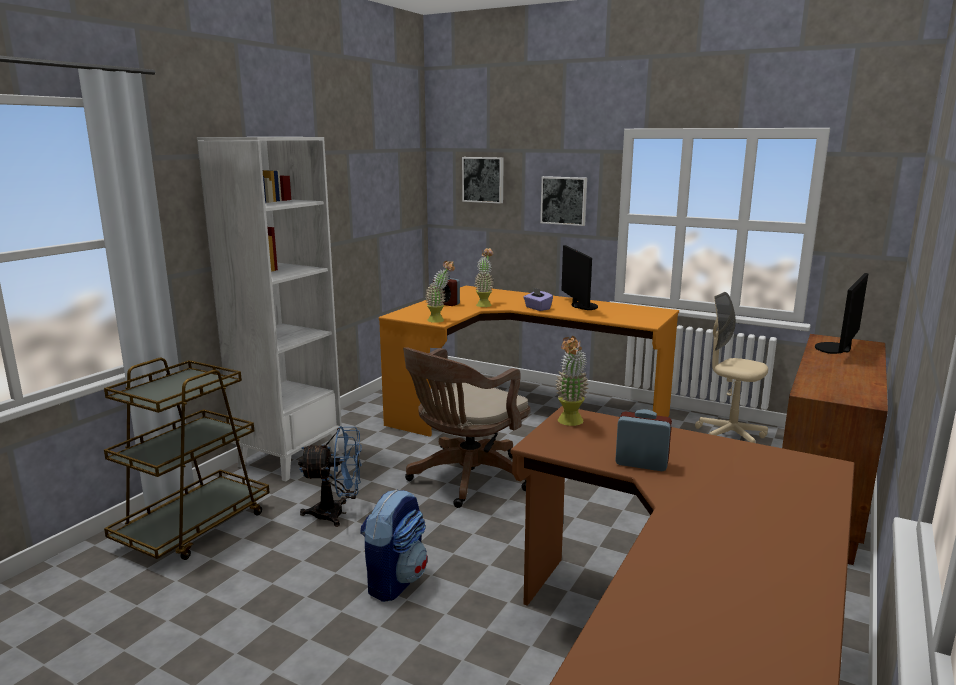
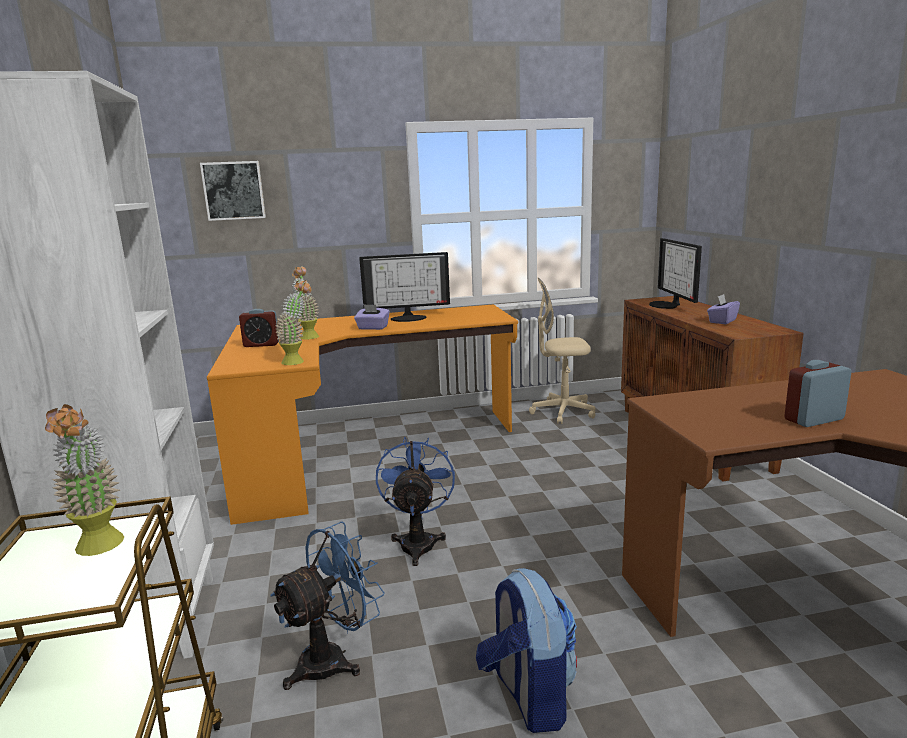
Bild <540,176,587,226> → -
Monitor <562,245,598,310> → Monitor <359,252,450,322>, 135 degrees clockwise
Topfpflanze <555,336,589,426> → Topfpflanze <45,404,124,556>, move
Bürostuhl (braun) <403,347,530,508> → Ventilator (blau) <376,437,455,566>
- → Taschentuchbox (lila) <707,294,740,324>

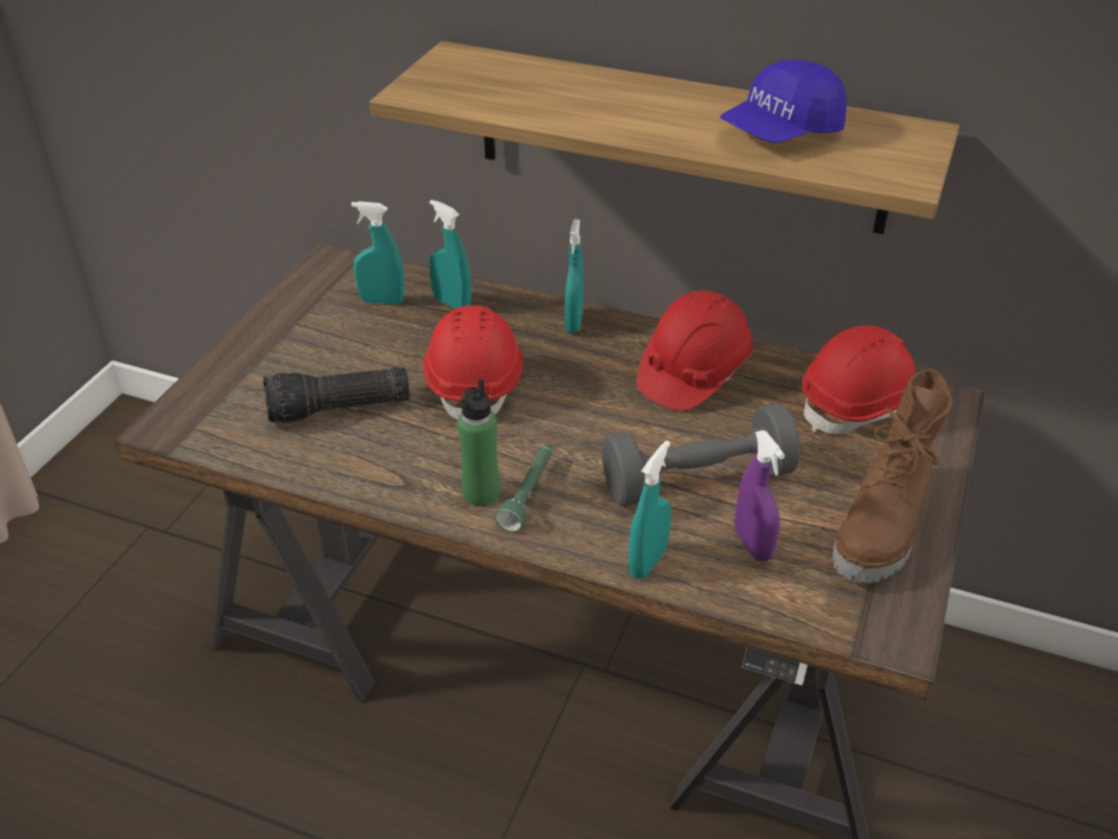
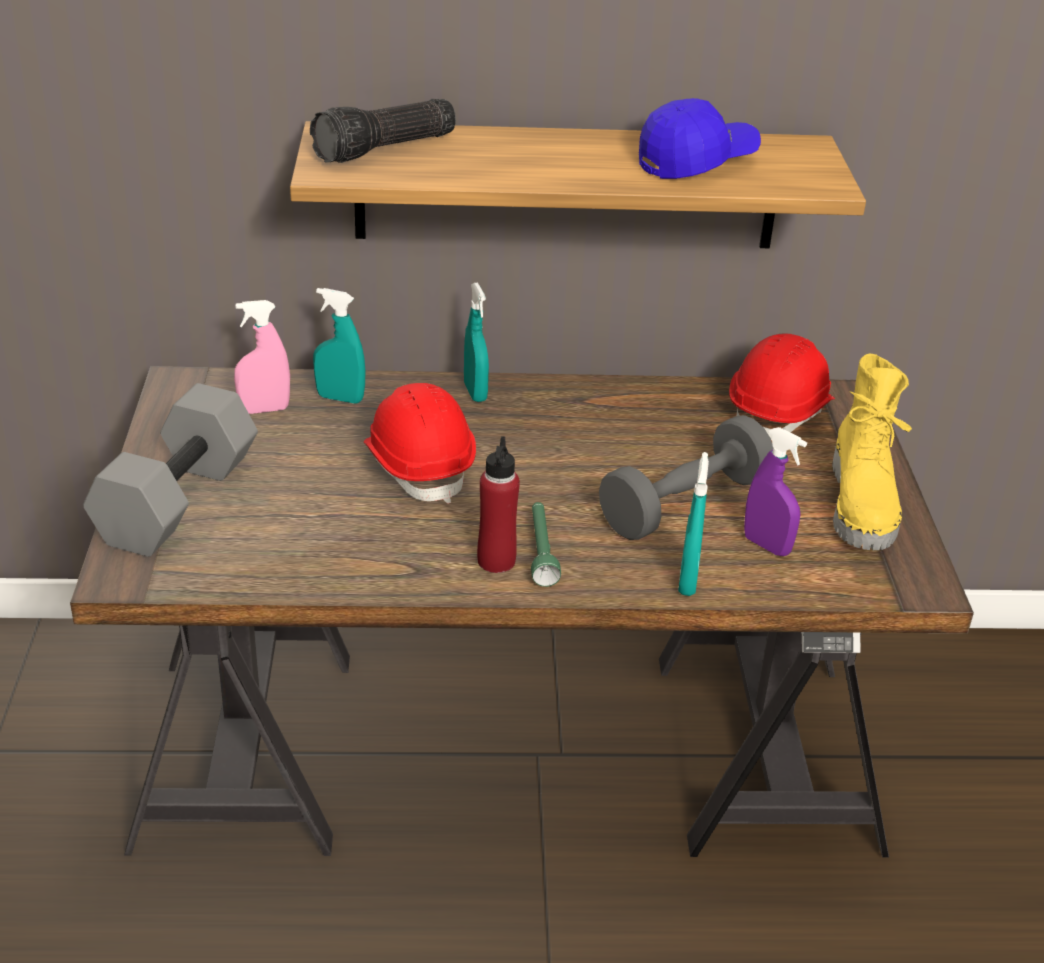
Kappe (blau) <720,60,846,143> → Kappe (blau) <639,98,761,179>, 150 degrees counterclockwise
Sprühflasche (türkis) <351,201,405,305> → Sprühflasche (rosa) <234,300,290,414>
Schutzhelm (rot) <637,290,753,411> → -
Taschenlampe <263,367,410,423> → Taschenlampe <310,99,456,163>, move
Stiefel (braun) <832,369,953,583> → Stiefel (gelb) <832,354,912,550>
Flasche (grün) <457,379,500,506> → Flasche (rot) <477,436,520,573>
- → Hantel (grau) <83,383,258,557>

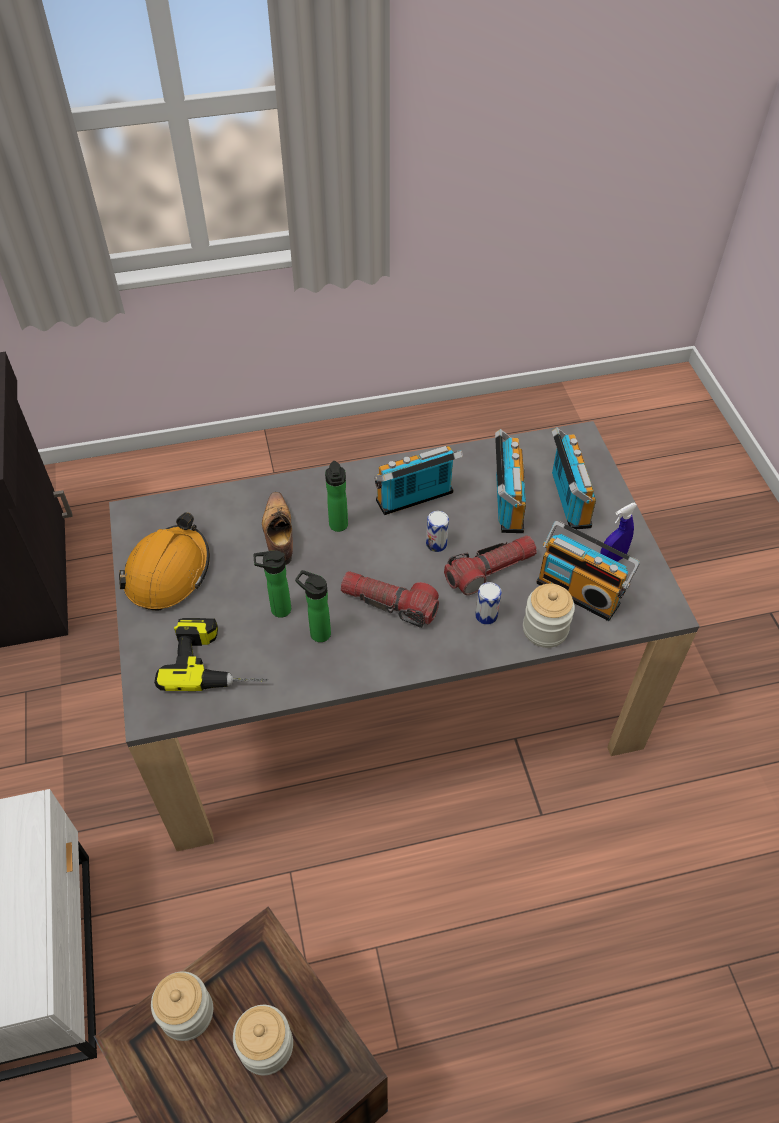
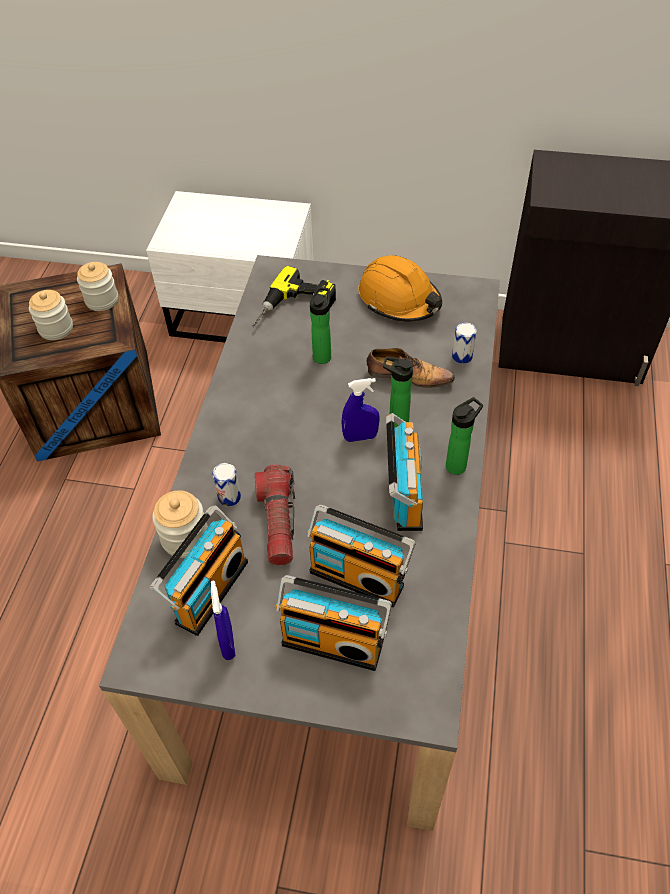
Dose <426,511,449,552> → Dose <452,323,477,364>, move
Radio <536,521,640,621> → Radio <150,506,248,636>, 150 degrees clockwise
Flasche <295,570,331,642> → Flasche <446,397,483,475>, move
Taschenlampe <341,571,439,628> → -
- → Sprühflasche (blau) <341,378,380,442>

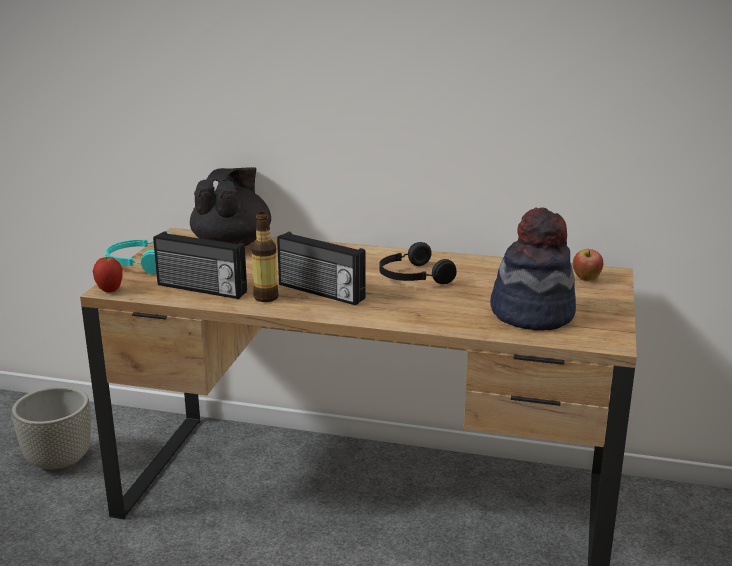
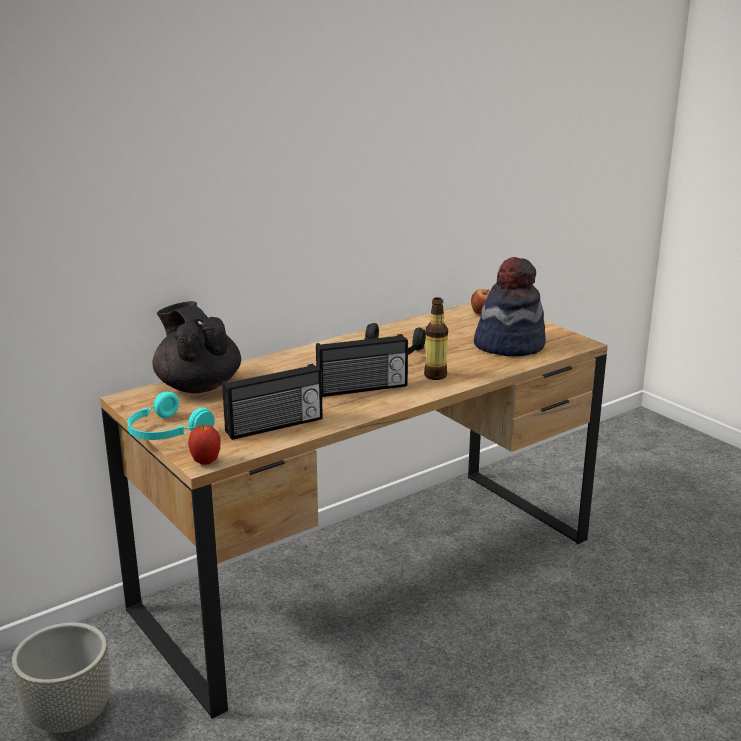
Flasche <251,212,278,302> → Flasche <424,297,448,380>, move

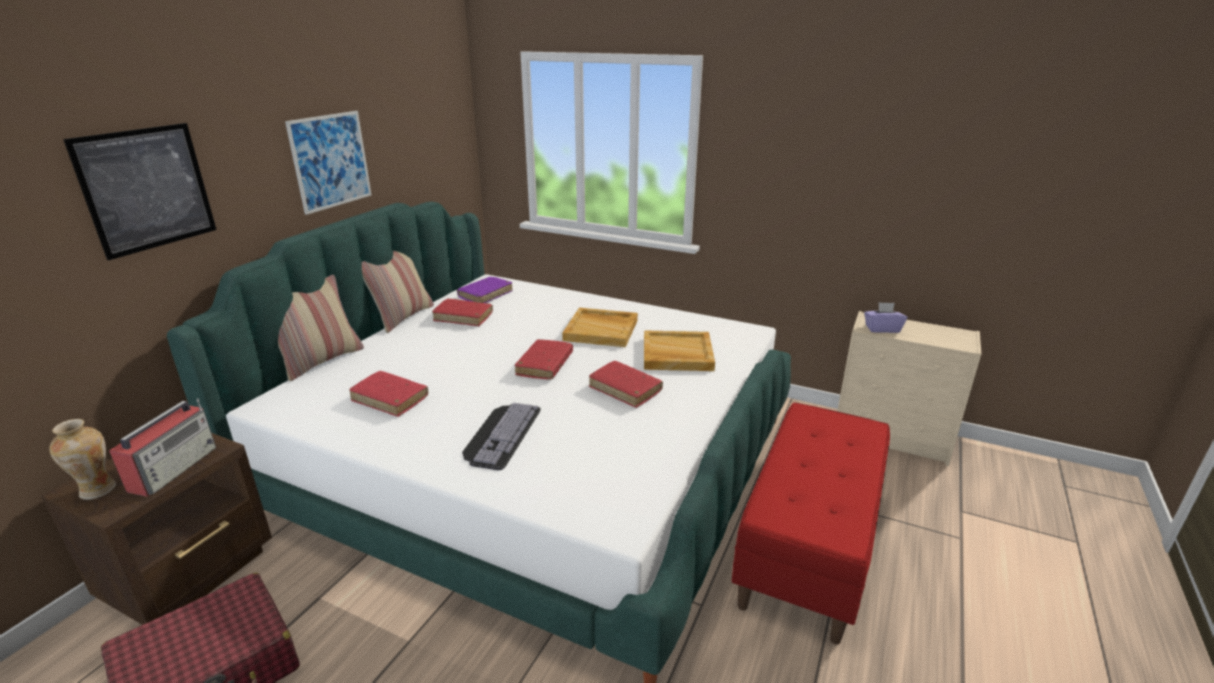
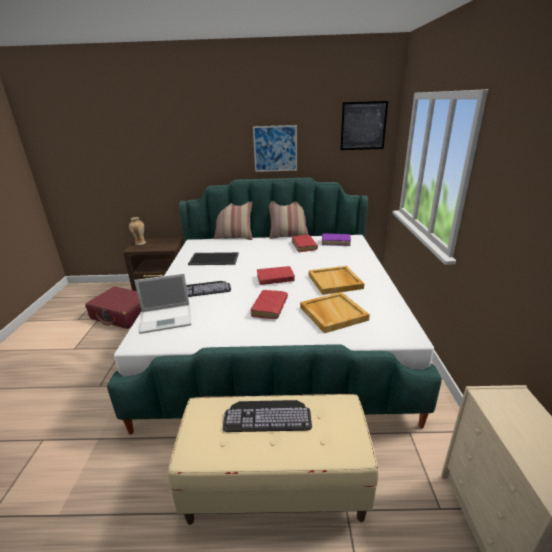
Bild <63,123,216,260> → Bild <340,101,388,150>, move
Taschentuchbox (lila) <864,302,907,333> → -
Buch (rot) <349,371,428,417> → Tablett <188,252,239,265>
Radio <109,398,216,497> → -
Bank (rot) <732,402,890,644> → Bank (beige) <168,394,379,525>
- → Laptop <134,273,191,334>
- → Tastatur <222,400,312,432>

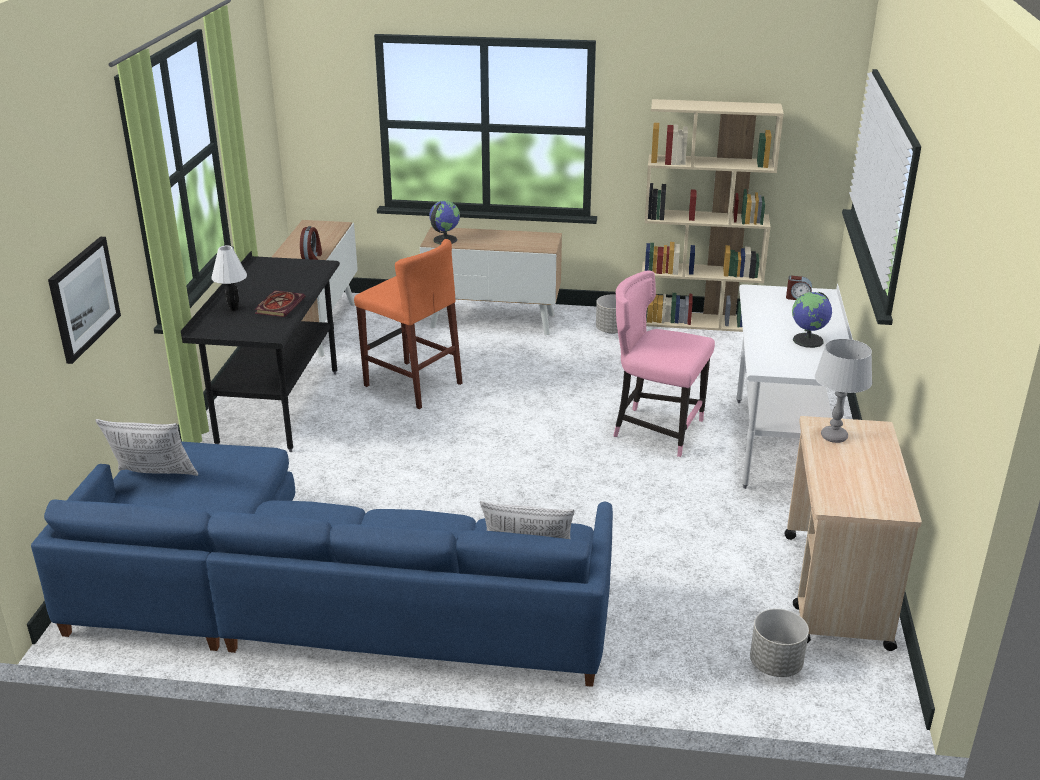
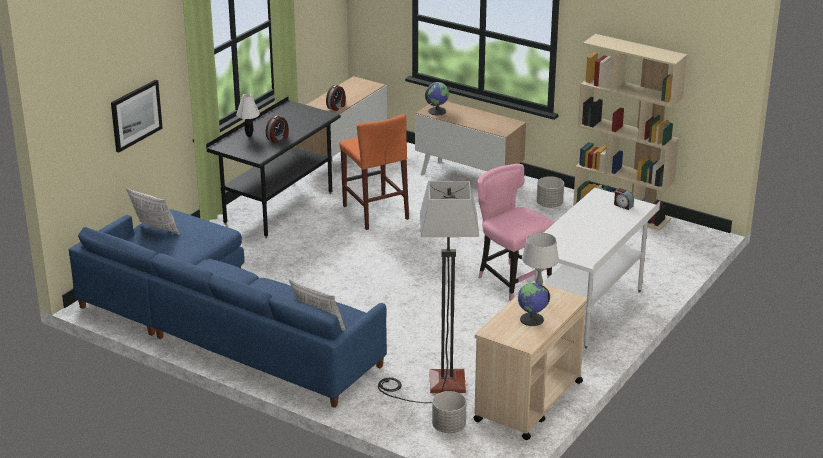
Buch <254,290,305,317> → Wecker <266,115,289,143>
Globus <792,292,833,348> → Globus <518,283,550,326>, move
- → Stehlampe <378,181,479,403>

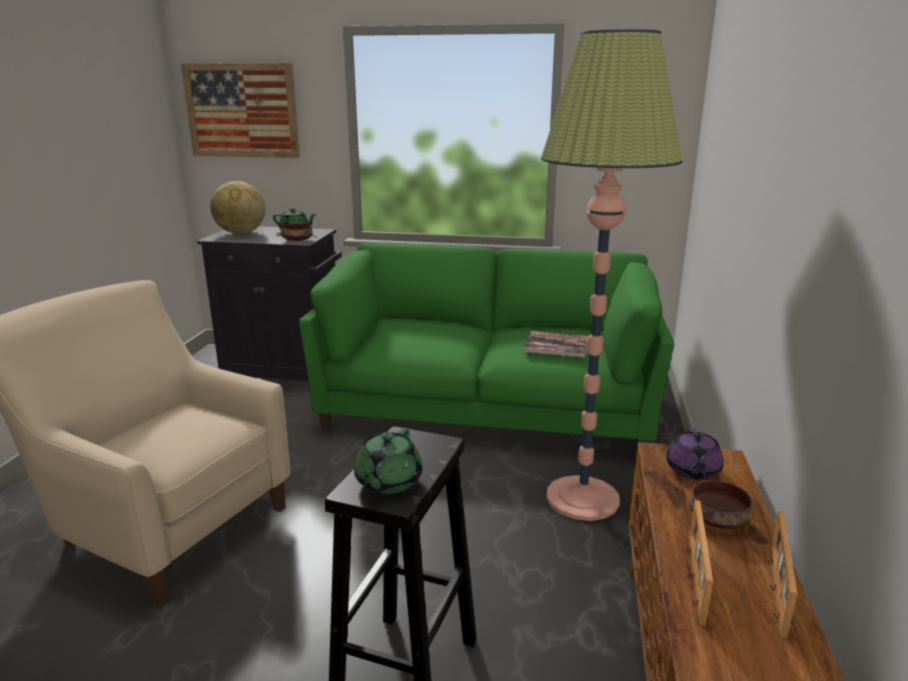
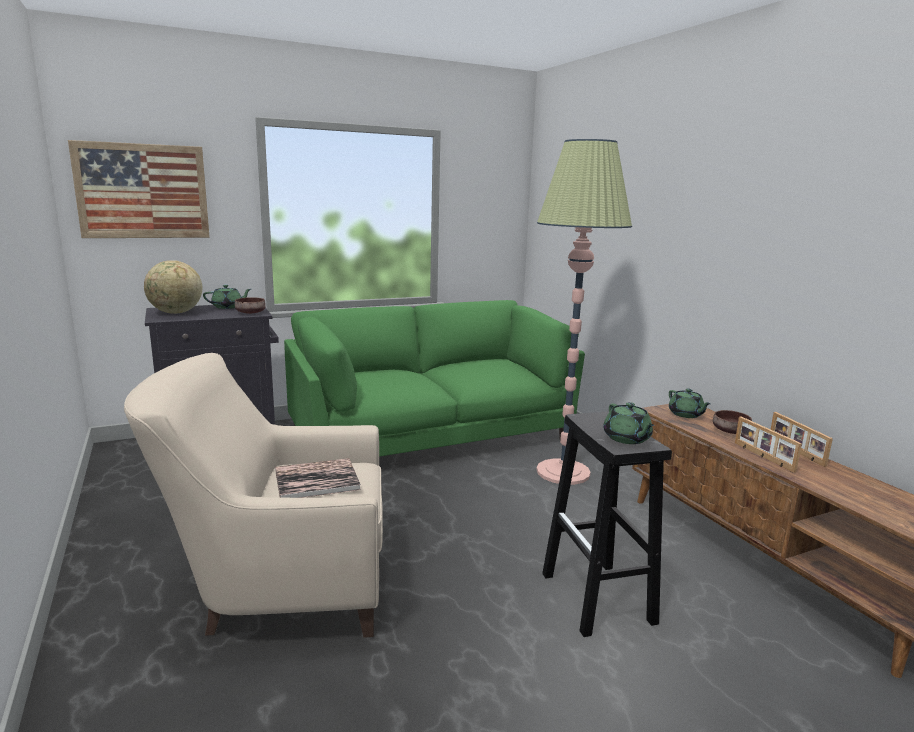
Buch <523,331,588,358> → Buch <275,458,361,498>, move
Teekanne (lila) <666,427,724,480> → Teekanne (grün) <669,389,711,418>

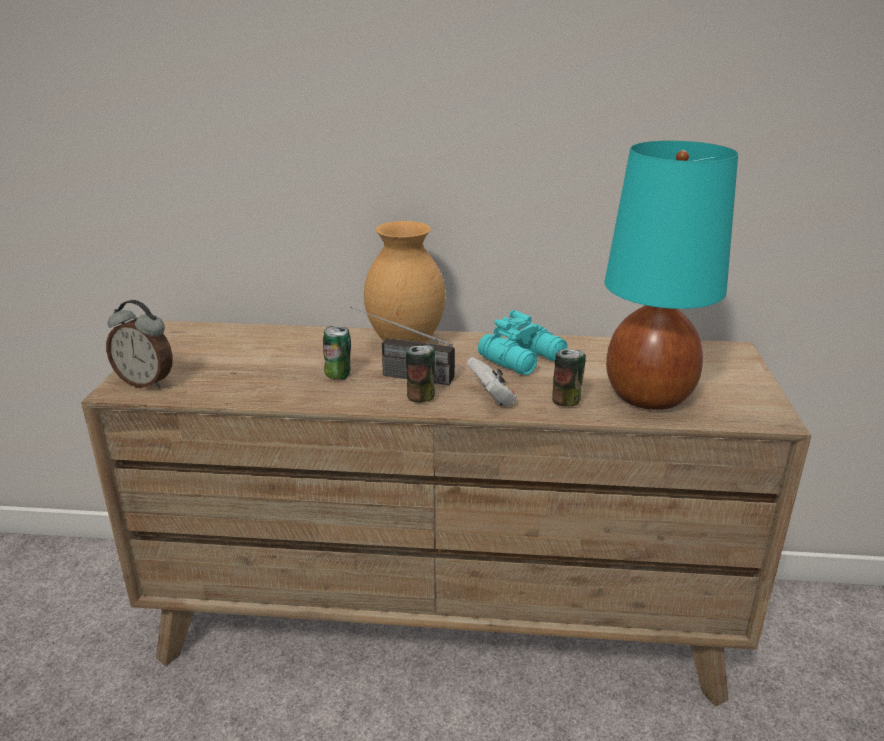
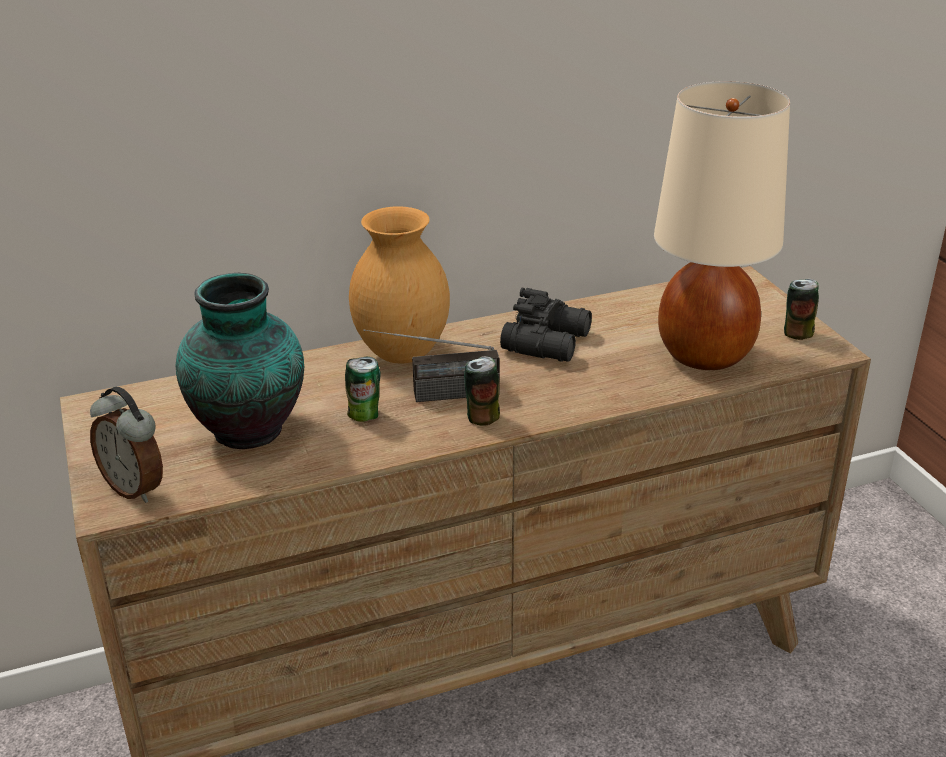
Tischlampe (türkis) <605,141,738,410> → Tischlampe (beige) <654,81,790,370>
Wecker <106,300,173,389> → Wecker <90,387,163,503>, 45 degrees clockwise
Fernglas (türkis) <478,310,567,375> → Fernglas (schwarz) <500,288,592,362>
Dose <552,349,586,407> → Dose <784,278,819,340>, move
Gamepad (weiß) <467,357,516,406> → -
- → Vase <176,273,304,449>

